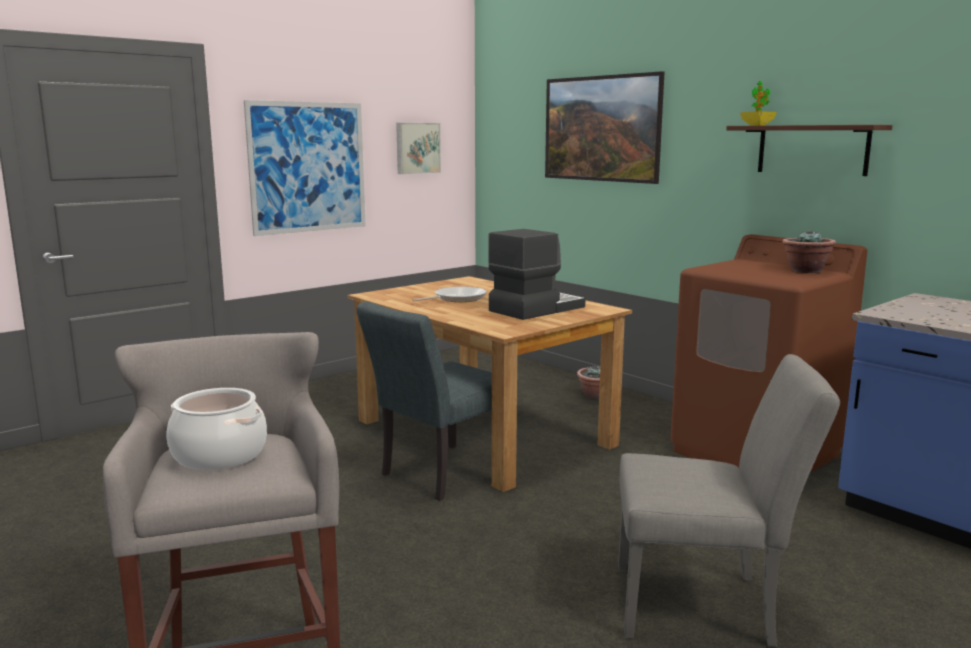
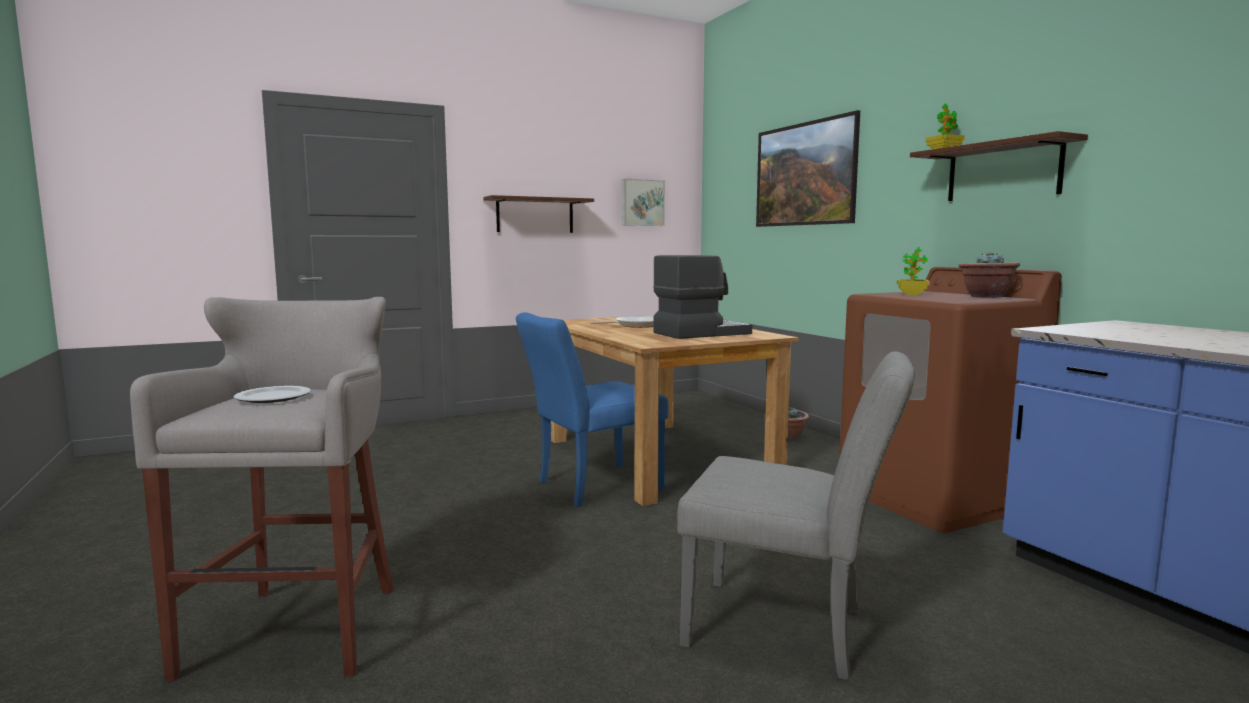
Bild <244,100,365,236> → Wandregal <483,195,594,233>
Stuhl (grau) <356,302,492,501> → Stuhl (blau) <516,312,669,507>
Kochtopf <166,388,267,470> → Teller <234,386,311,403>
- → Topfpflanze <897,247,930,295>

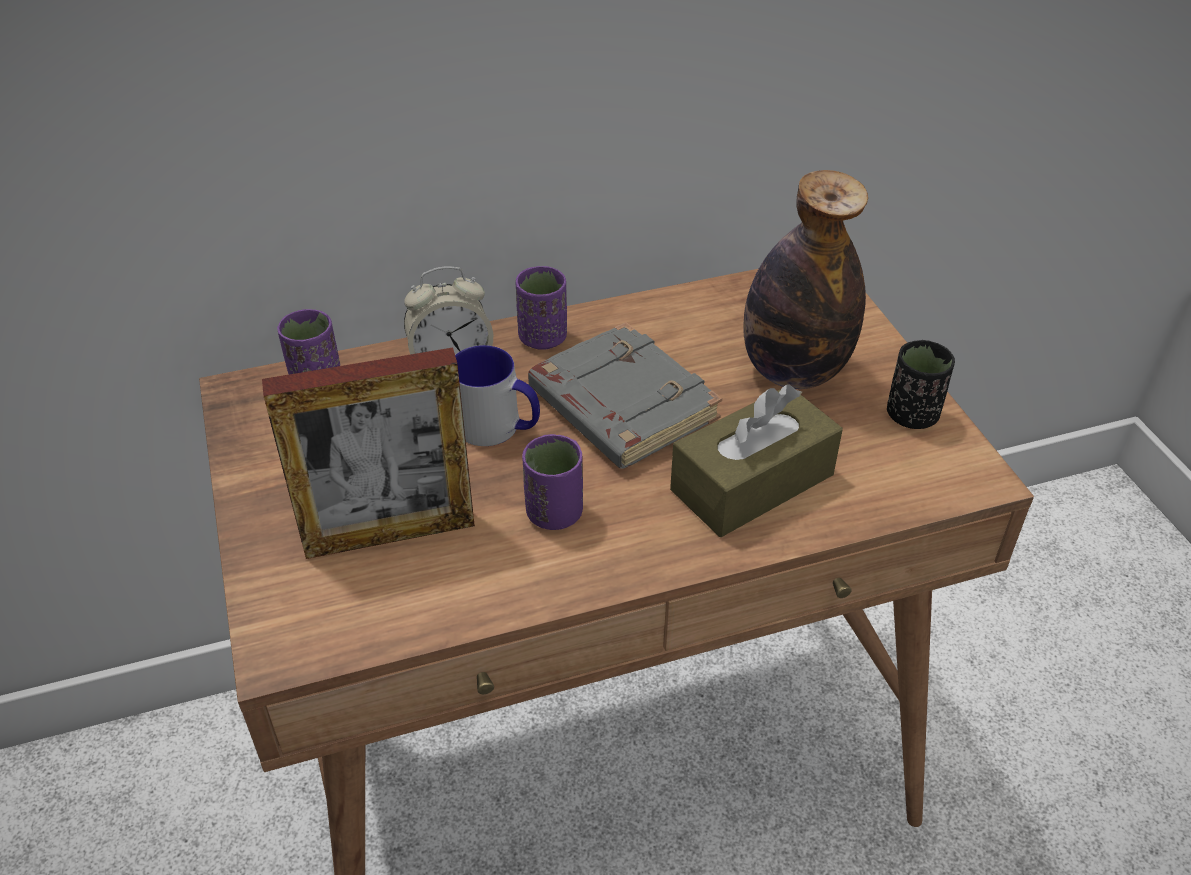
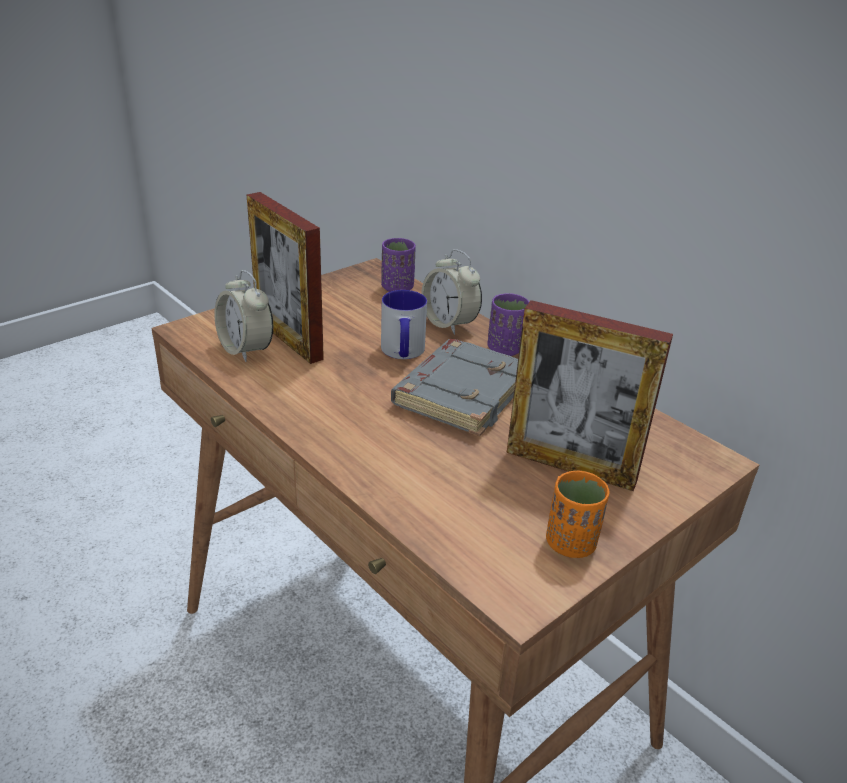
Flasche <743,170,868,389> → Bilderrahmen <507,300,673,491>
Tasse (schwarz) <887,340,955,429> → Tasse (orange) <546,470,610,558>
Taschentuchbox (braun) <670,384,843,537> → -
Tasse (lila) <522,434,583,530> → -
- → Wecker <214,270,273,362>

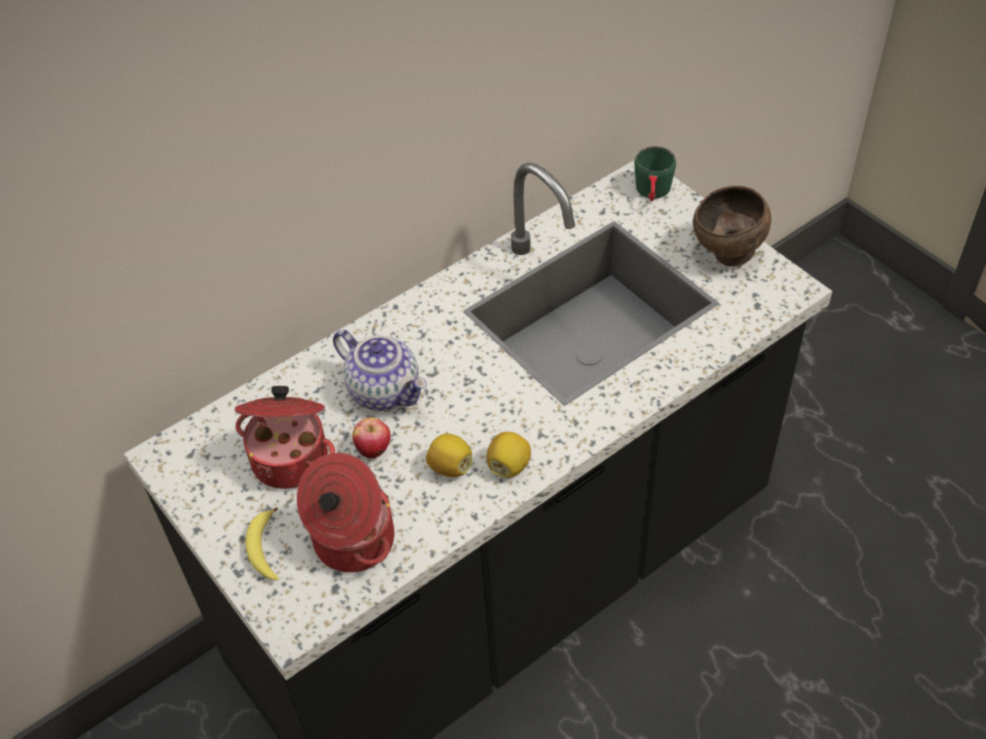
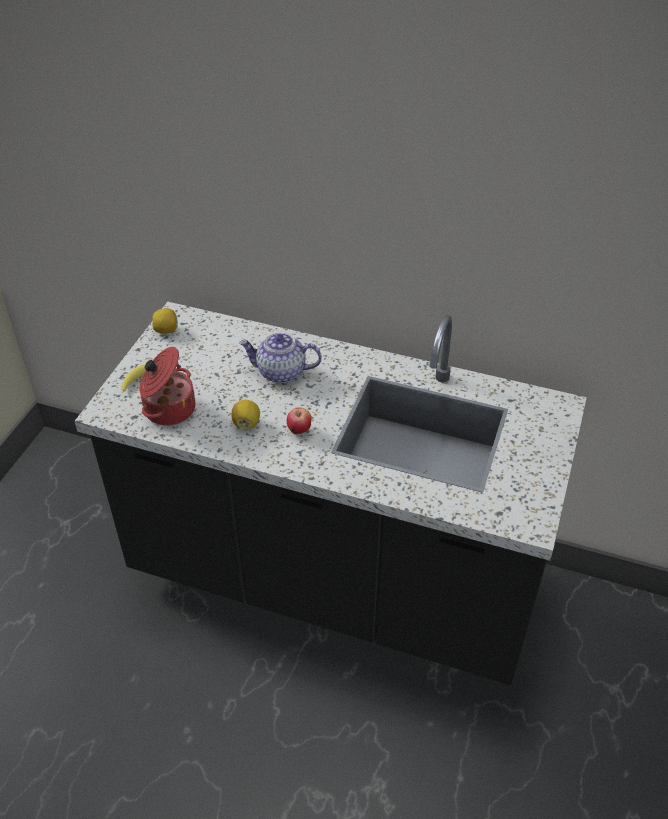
Henkelbecher (grün) <635,146,676,202> → -
Schüssel (braun) <693,186,771,266> → -
Teekanne <333,330,427,411> → Teekanne <239,332,322,383>, 90 degrees clockwise
Kochtopf <235,386,335,489> → -
Apfel <352,418,391,458> → Apfel <287,408,311,435>, move
Zitrone <487,432,531,478> → Zitrone <152,308,178,334>, move

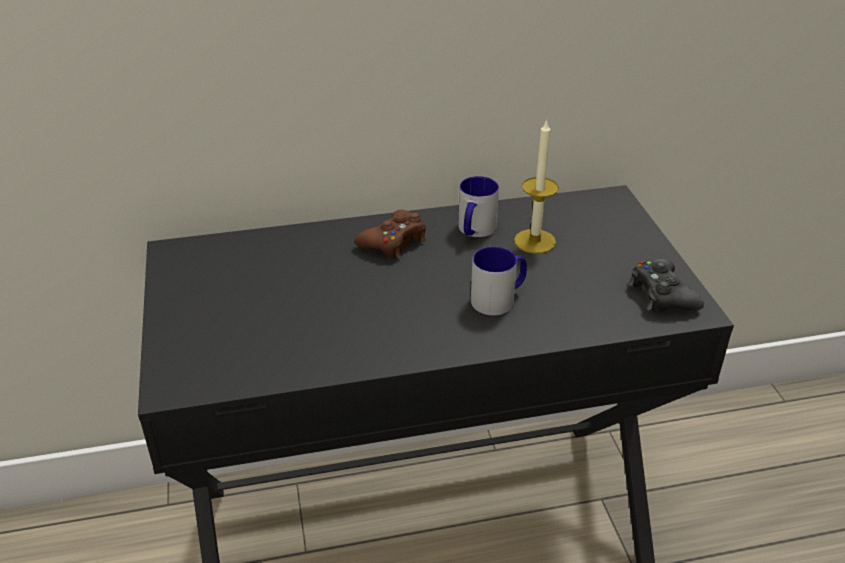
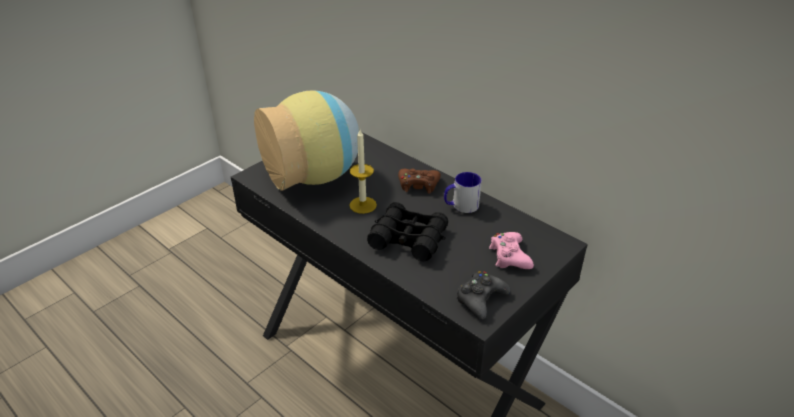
Kerze <514,119,559,254> → Kerze <349,129,377,214>, move
Henkelbecher <471,247,527,315> → Fernglas (schwarz) <367,202,448,262>
- → Vase <254,91,359,191>
- → Gamepad (rosa) <489,232,534,269>

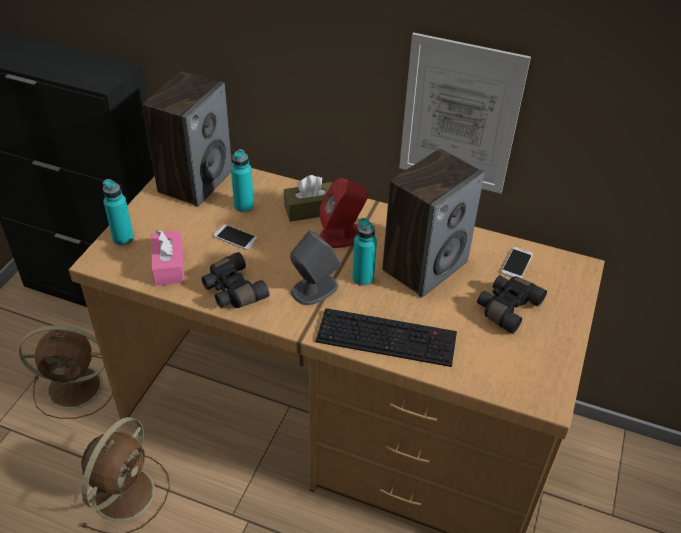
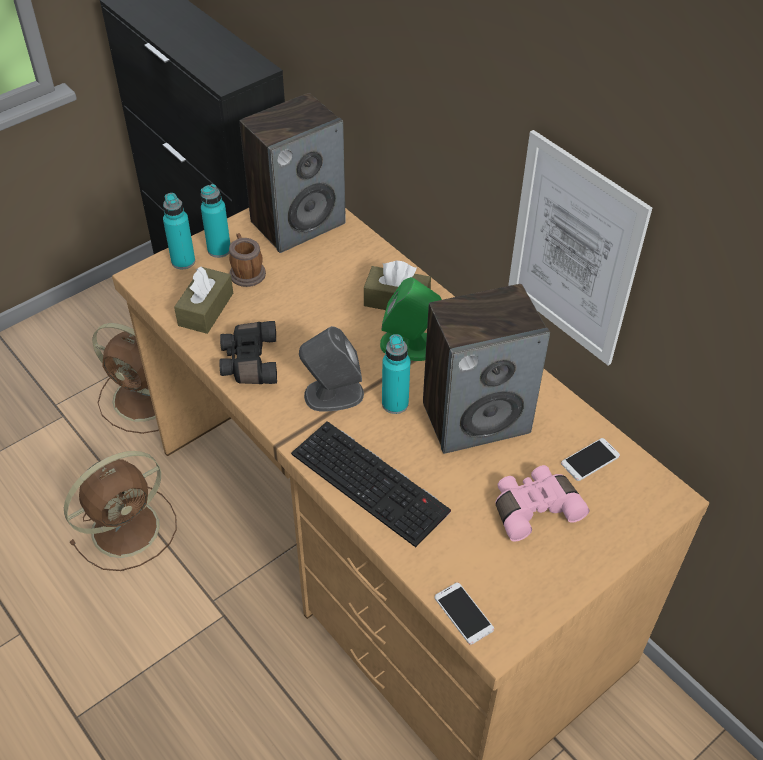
Flasche (türkis) <231,149,254,213> → Flasche (türkis) <201,184,230,258>, move
Lautsprecher (rot) <319,178,368,248> → Lautsprecher (grün) <380,277,442,361>
Handy <213,224,258,250> → Handy <435,582,494,645>, move
Taschentuchbox (rosa) <151,230,184,286> → Taschentuchbox (braun) <174,267,233,334>
Fernglas (schwarz) <477,275,547,334> → Fernglas (rosa) <496,465,590,542>
- → Henkelbecher <229,233,266,287>

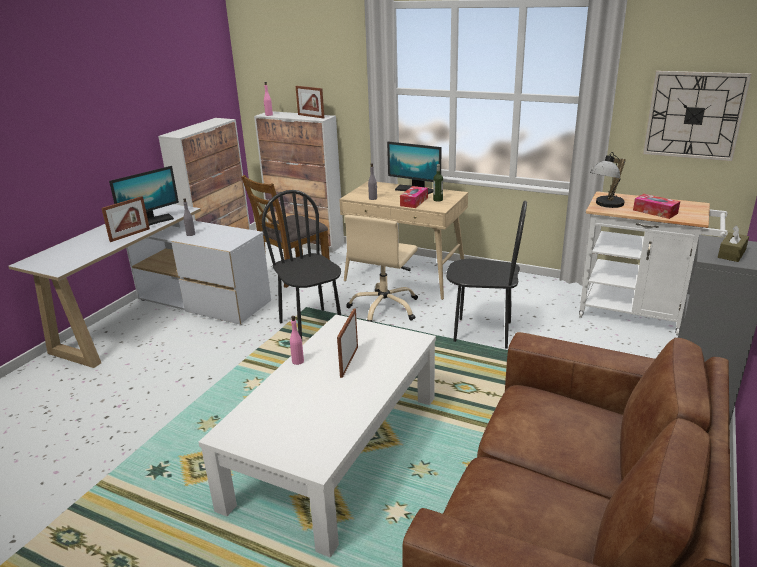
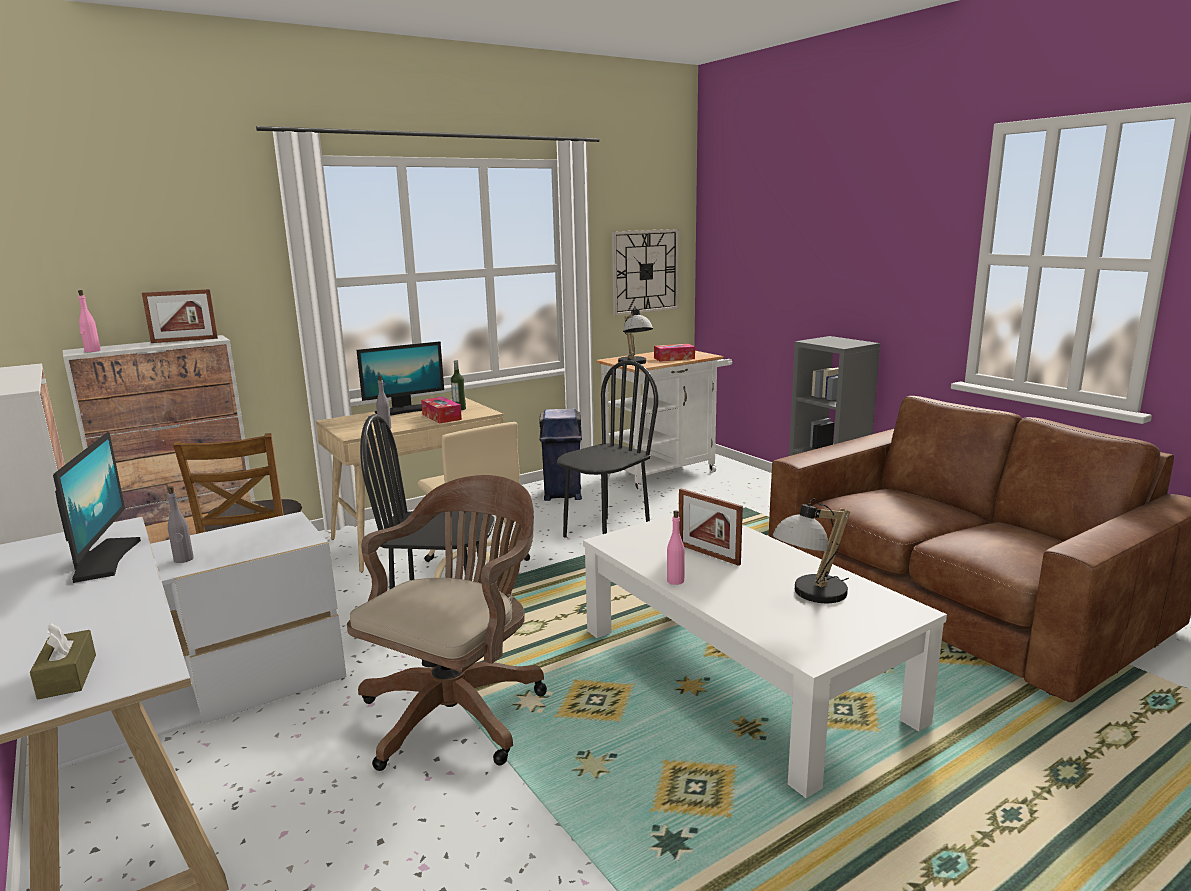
Bilderrahmen <101,196,150,242> → -
Taschentuchbox (braun) <718,225,749,262> → Taschentuchbox (braun) <30,623,96,699>, move
- → Mülleimer (blau) <539,409,582,501>
- → Bürostuhl (braun) <347,475,547,771>
- → Tischlampe <772,498,850,603>

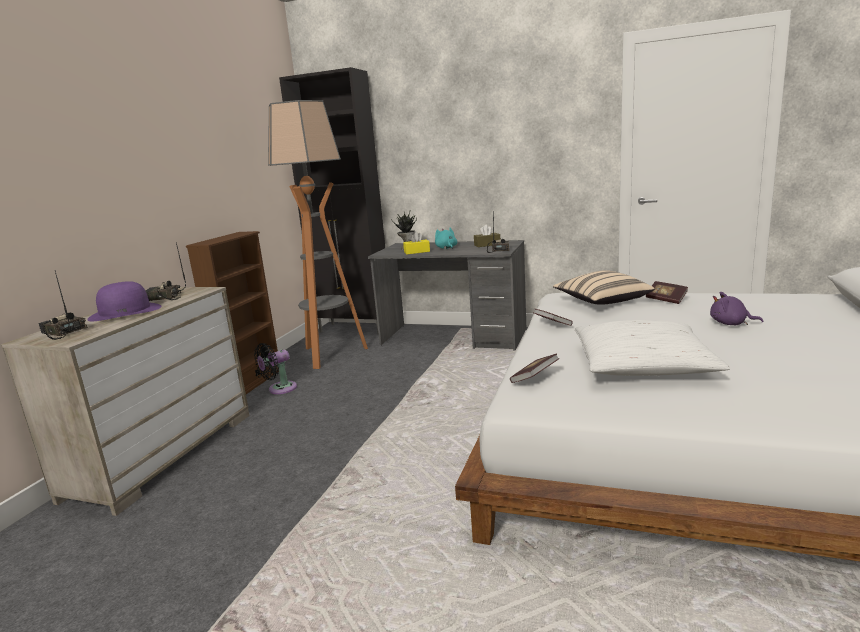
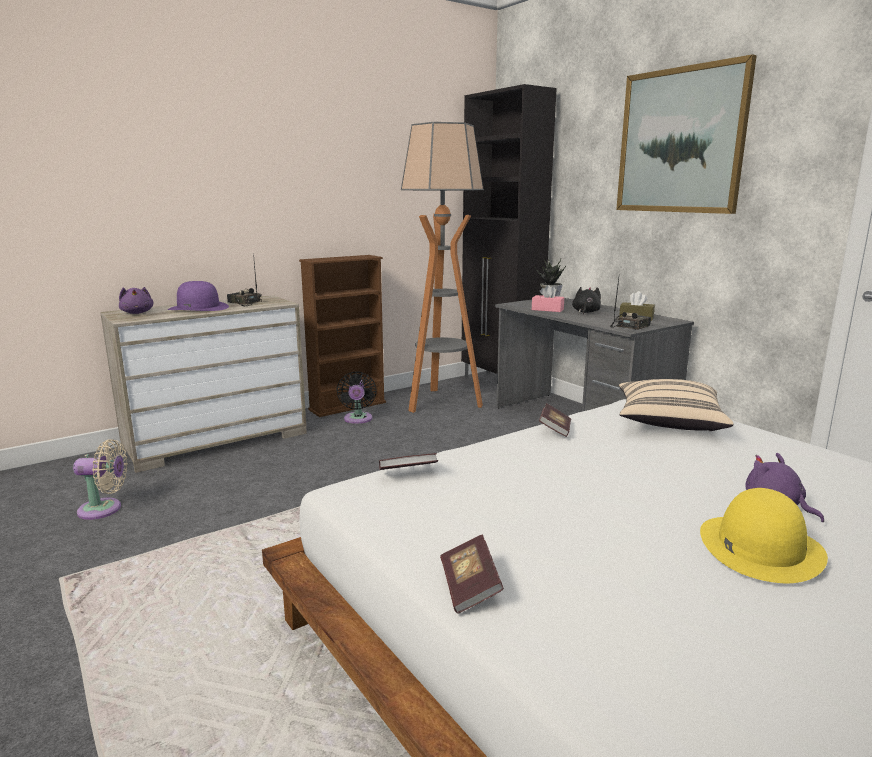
Plüschtier (türkis) <435,228,457,249> → Plüschtier (schwarz) <572,287,601,314>
Taschentuchbox (gelb) <403,232,430,254> → Taschentuchbox (rosa) <532,285,564,312>
Radio <38,271,88,340> → Plüschtier (lila) <119,287,154,314>
Buch <646,281,688,304> → Buch <440,534,504,614>, move
Kissen (weiß) <575,320,730,376> → -
Ventilator (schwarz) <254,343,297,394> → Ventilator (schwarz) <337,371,377,424>, 90 degrees counterclockwise
- → Bild <616,54,757,214>
- → Ventilator (beige) <73,439,128,520>
- → Hut (gelb) <700,488,828,583>

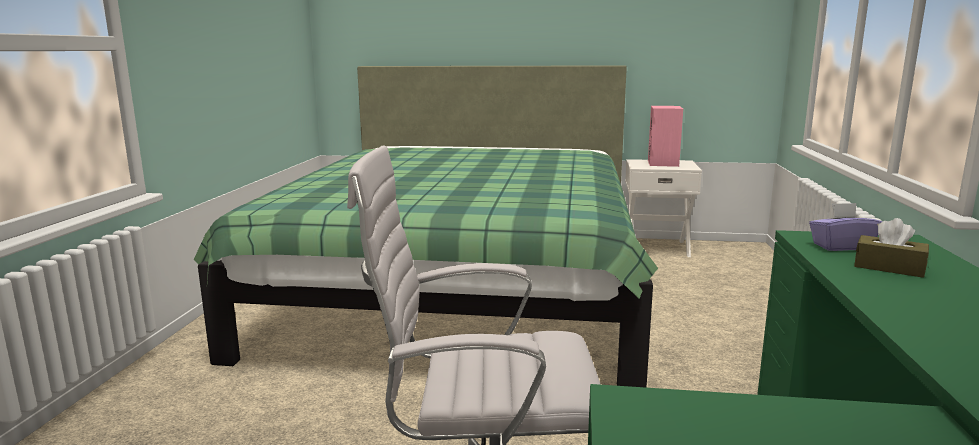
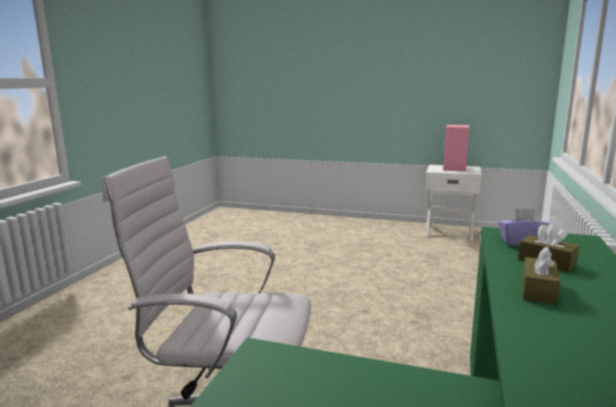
Bett (grün) <194,65,658,388> → -
- → Taschentuchbox (braun) <523,247,560,305>

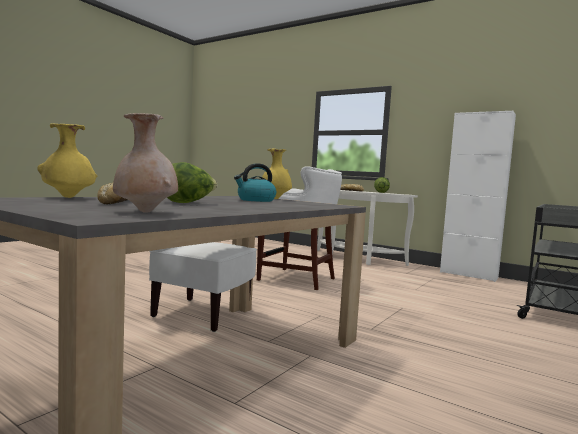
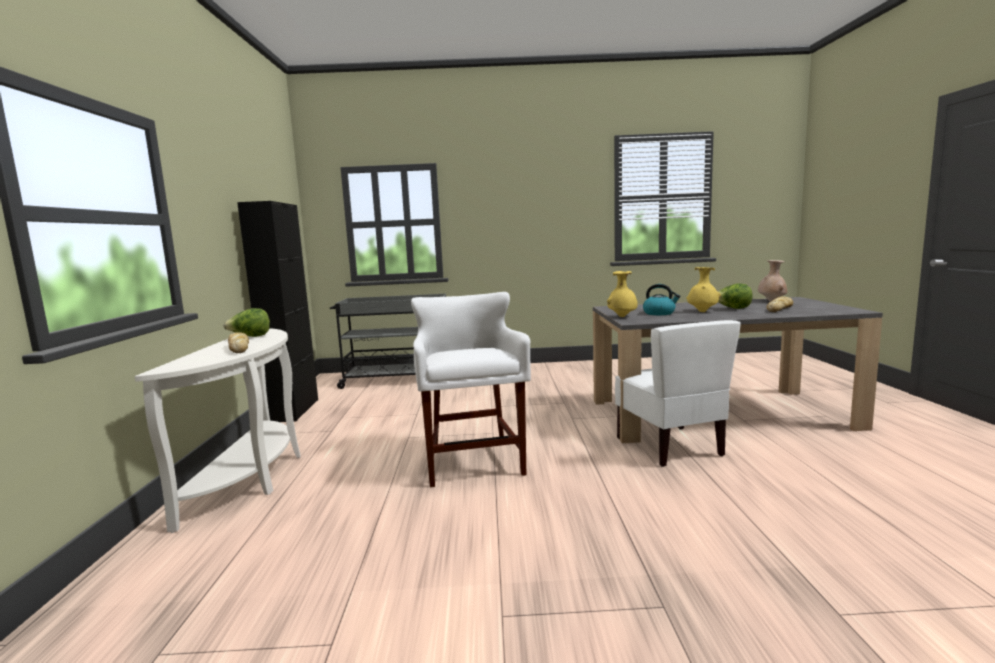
Schrank (weiß) <440,111,516,282> → Schrank (schwarz) <237,201,318,422>
Vase (gelb) <37,123,97,198> → Vase (gelb) <686,267,721,312>, move

